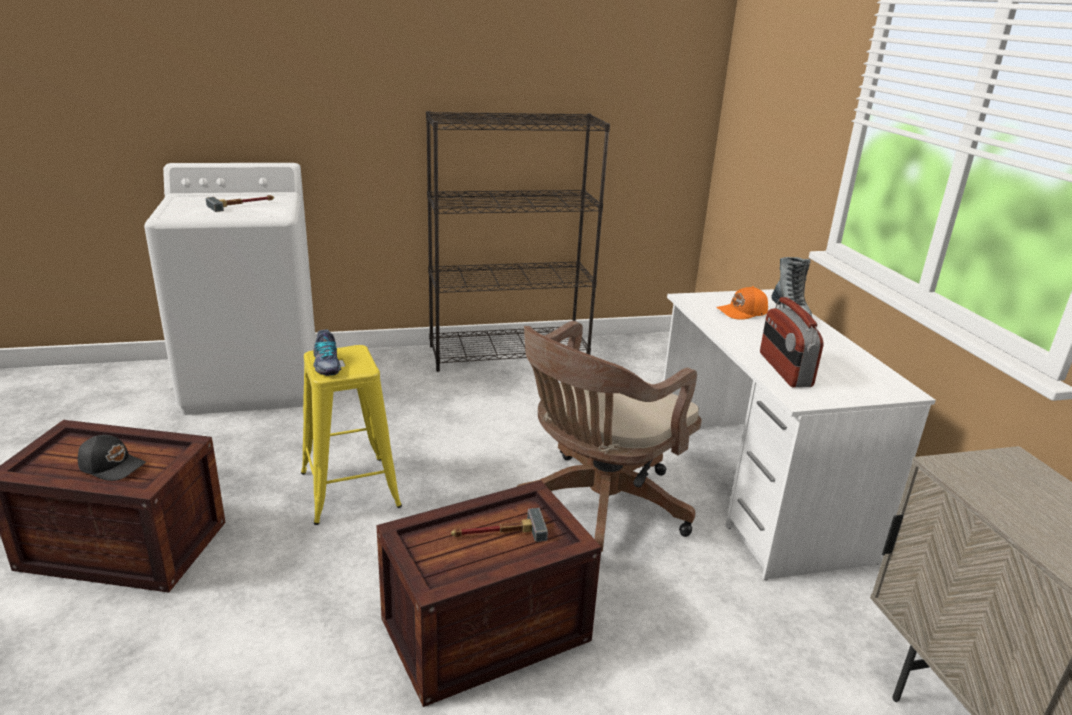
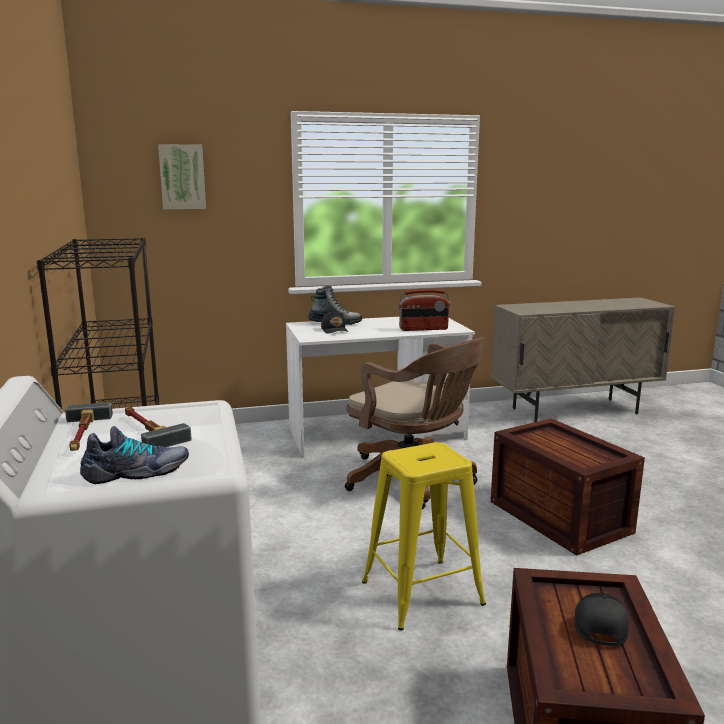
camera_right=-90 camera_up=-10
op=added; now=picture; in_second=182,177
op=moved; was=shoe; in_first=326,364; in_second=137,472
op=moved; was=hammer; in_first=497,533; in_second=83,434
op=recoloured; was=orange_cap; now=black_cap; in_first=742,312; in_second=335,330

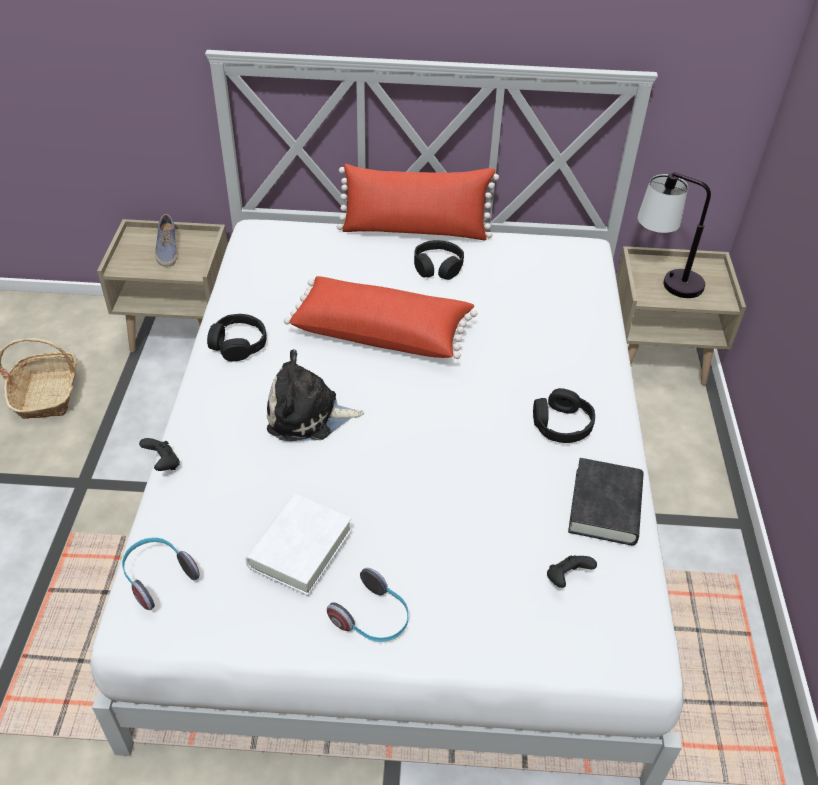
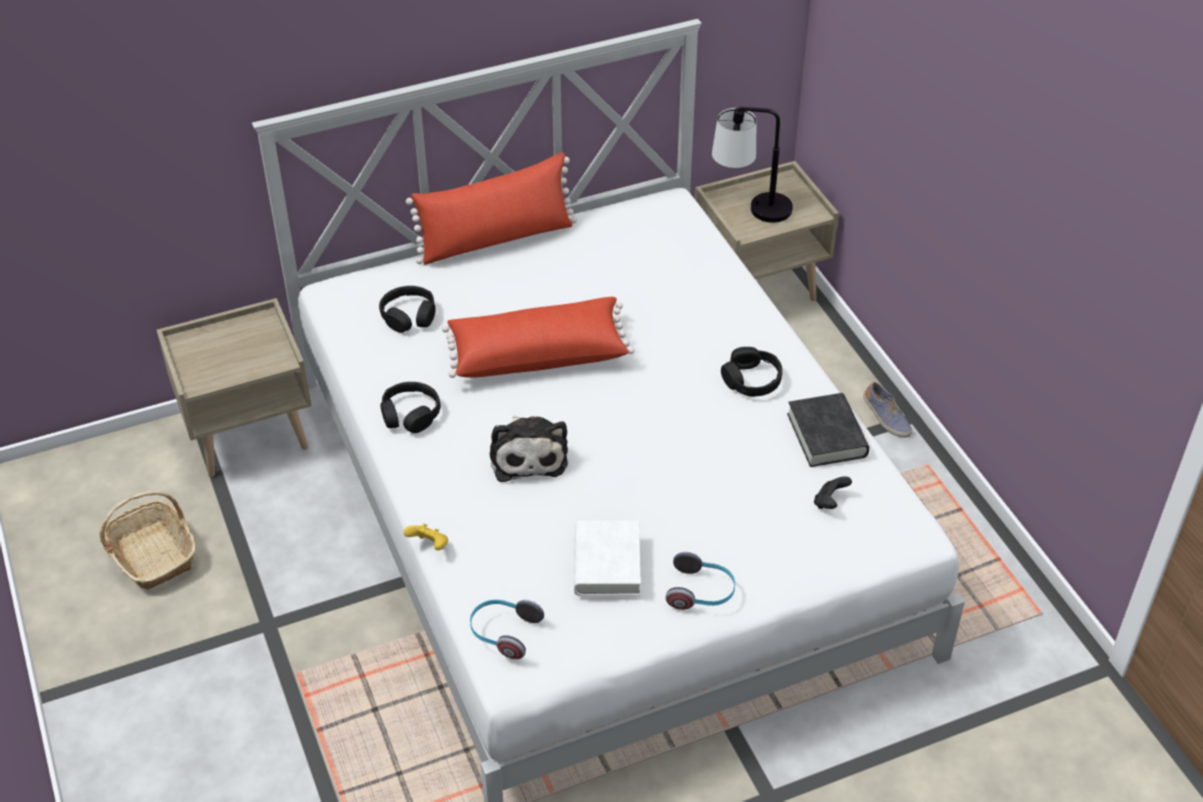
camera_right=-25 camera_up=0
op=moved; was=shoe; in_first=167,249; in_second=885,418
op=moved; was=black_headphones; in_first=438,267; in_second=409,316
op=recoloured; was=black_game_controller; now=yellow_game_controller; in_first=163,464; in_second=429,546
op=turned; was=plush_toy; in_first=308,415; in_second=528,454; clockwise=-75

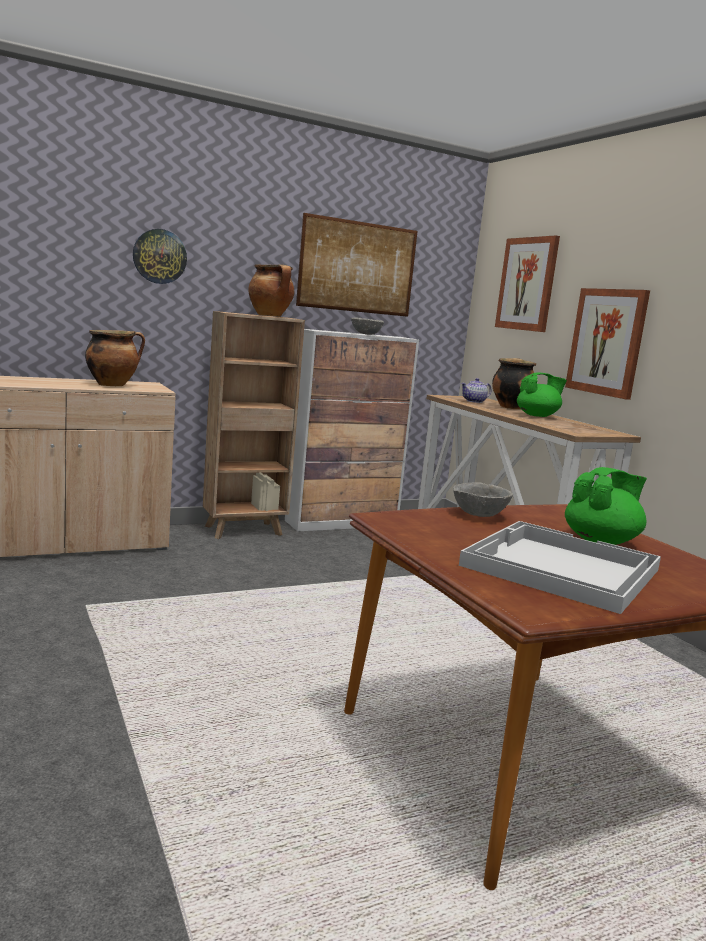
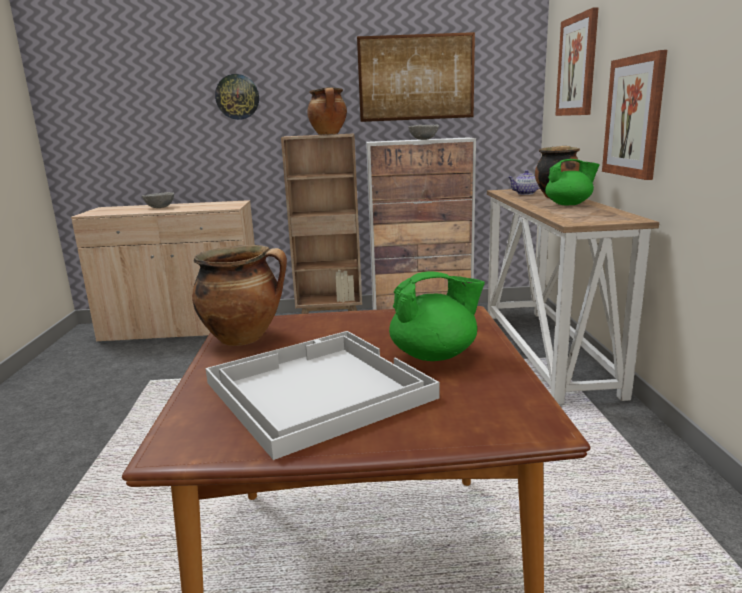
camera_right=25 camera_up=5
op=moved; was=cooking_pot; in_first=113,385; in_second=244,338
op=moved; was=grey_bowl; in_first=480,515; in_second=159,208

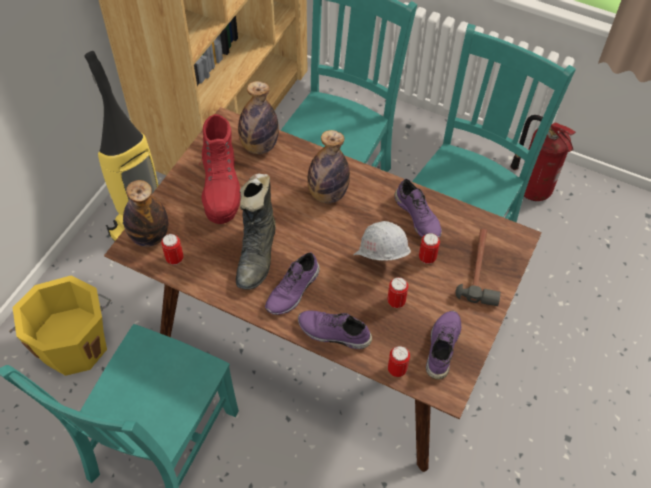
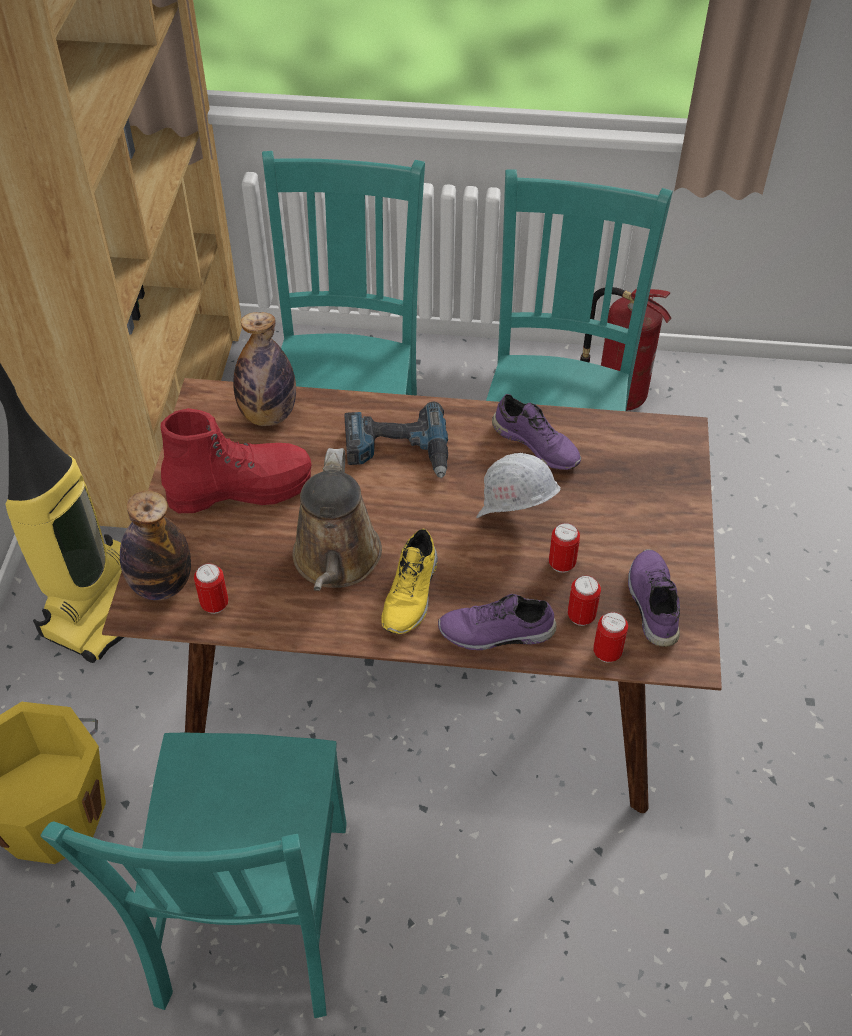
camera_right=-20 camera_up=-5
op=removed; was=hammer; in_first=480,269
op=moved; was=can; in_first=427,258; in_second=581,616
op=replaced; was=black_boot; now=brown_watering_can; in_first=258,254; in_second=336,561
op=replaced; was=bottle; now=power_drill; in_first=327,194; in_second=397,451
op=recoloured; was=purple_shoe; now=yellow_shoe; in_first=294,291; in_second=412,594
op=turned; was=red_boot; in_first=221,189; in_second=240,489; clockwise=-75

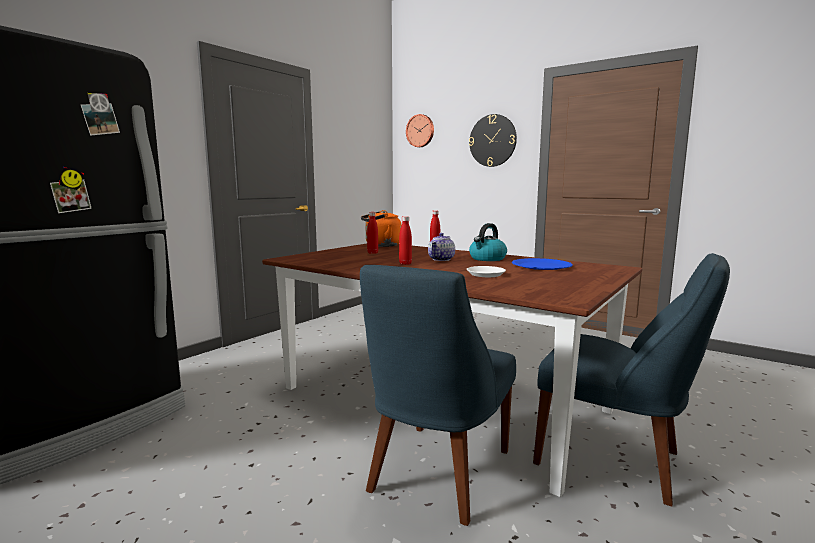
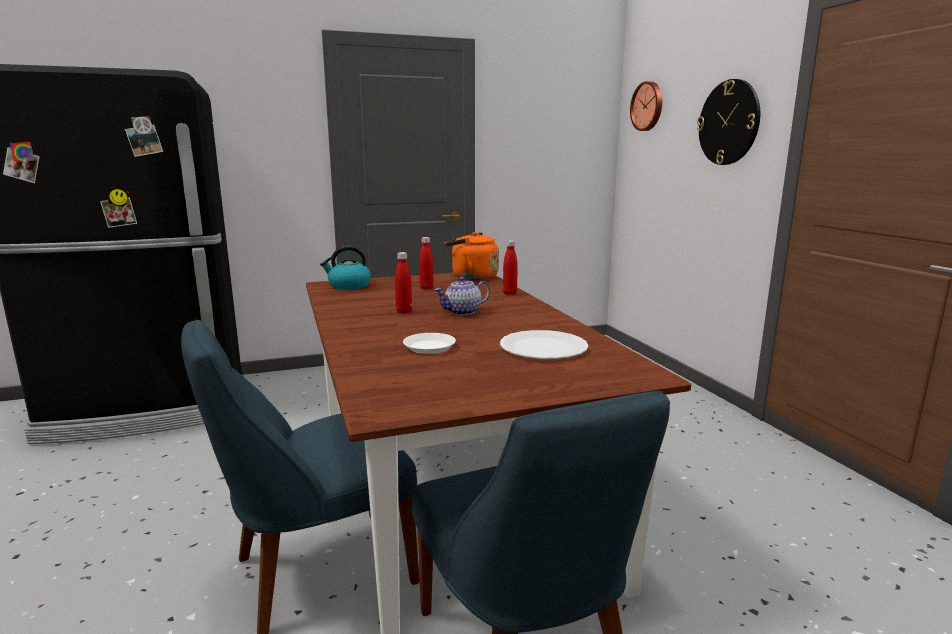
camera_right=35 camera_up=5
op=moved; was=kettle; in_first=487,259; in_second=349,286
op=recoloured; was=blue_plate; now=white_plate; in_first=541,266; in_second=543,347

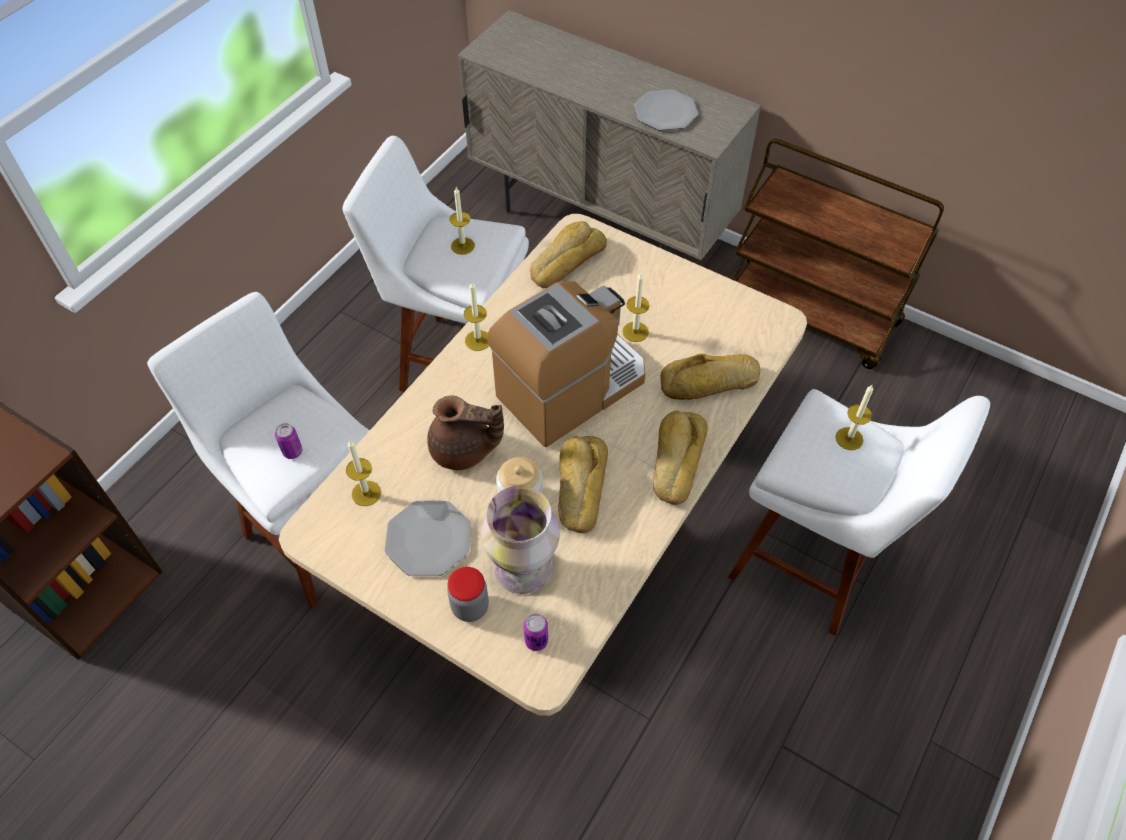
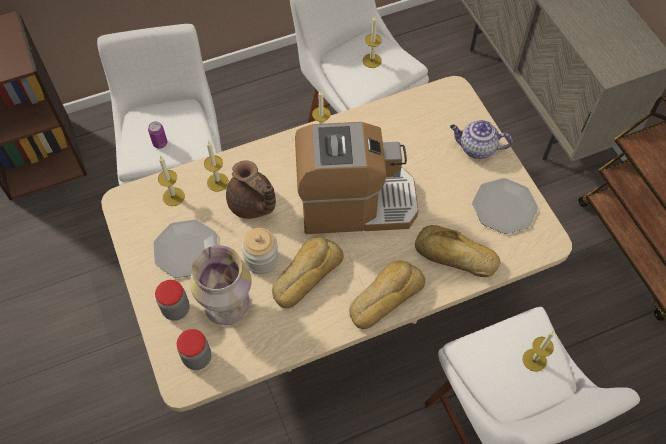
camera_right=35 camera_up=5
op=removed; was=bread; in_first=566,261
op=added; now=teapot; in_second=476,148
op=moved; was=candle; in_first=635,332; in_second=217,182
op=moved; was=plate; in_first=665,112; in_second=504,207
op=replaced; was=can; now=jar; in_first=536,641; in_second=197,358

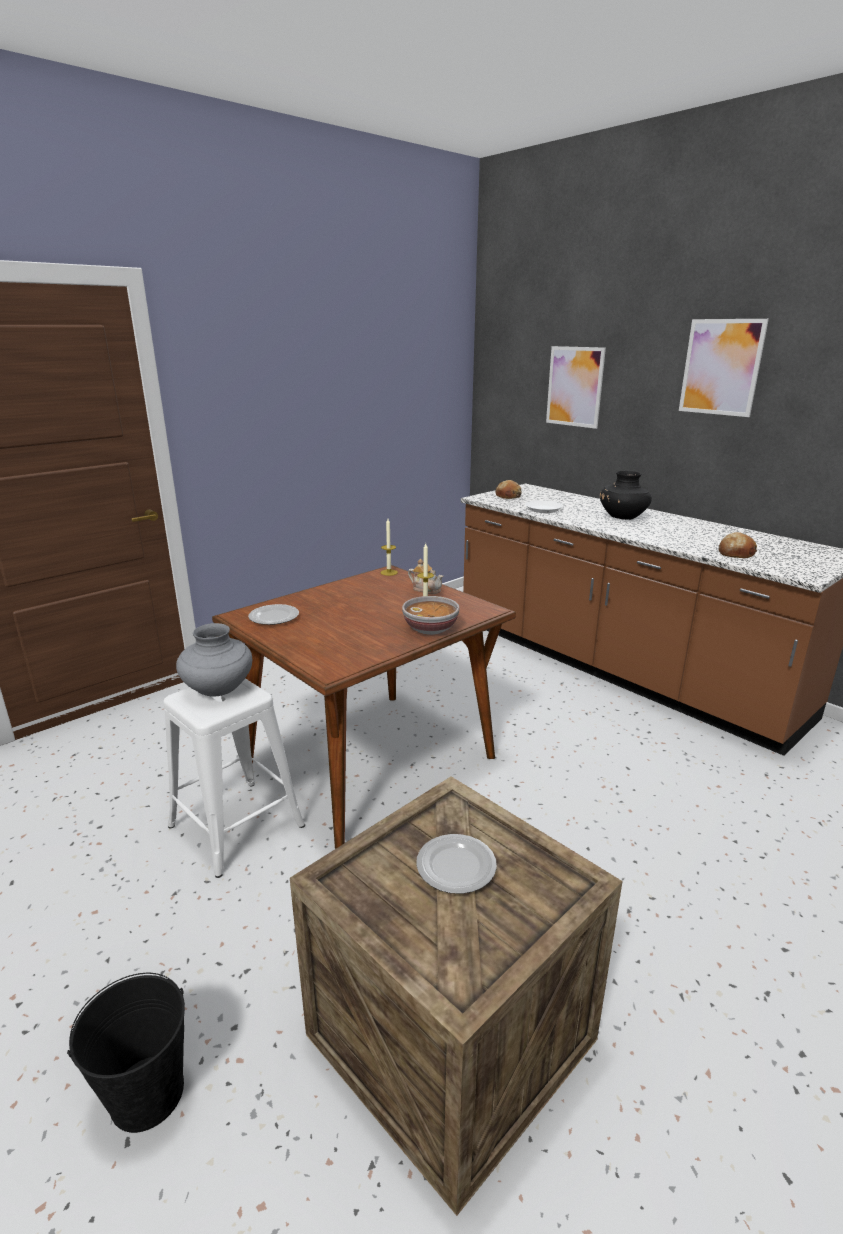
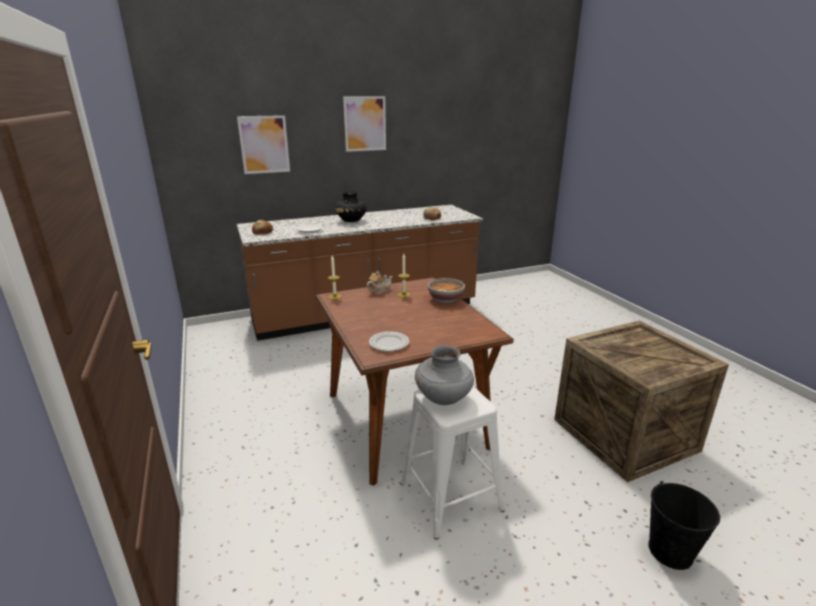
camera_right=-70 camera_up=0
op=removed; was=plate; in_first=455,867

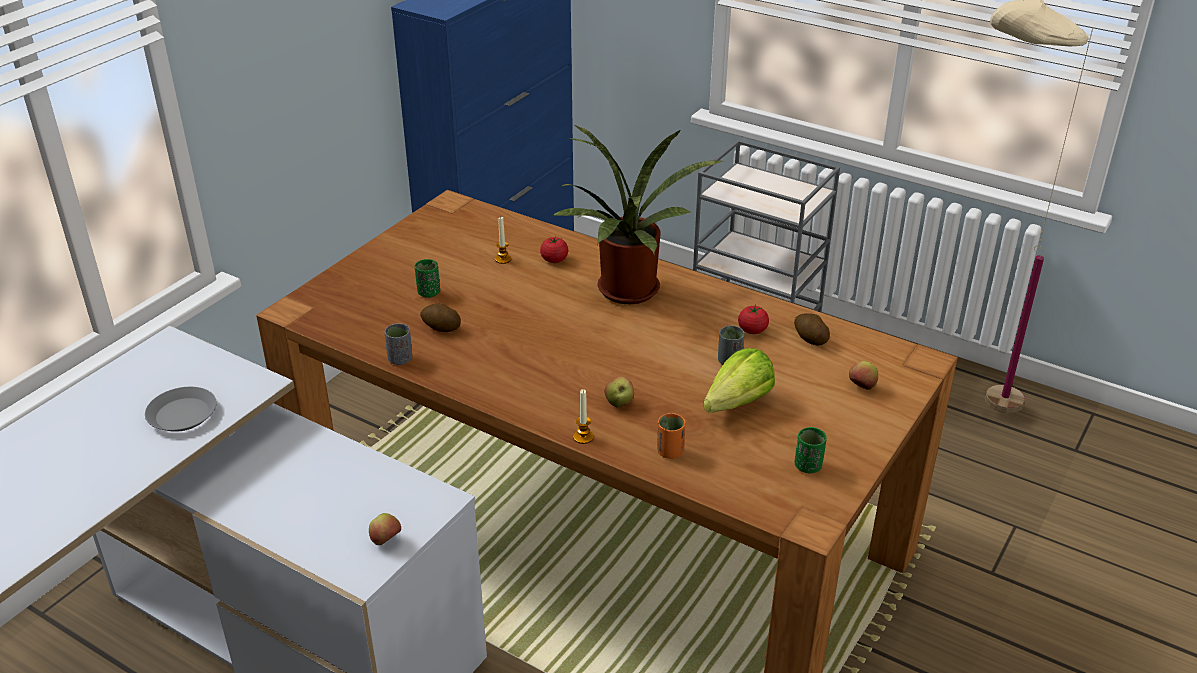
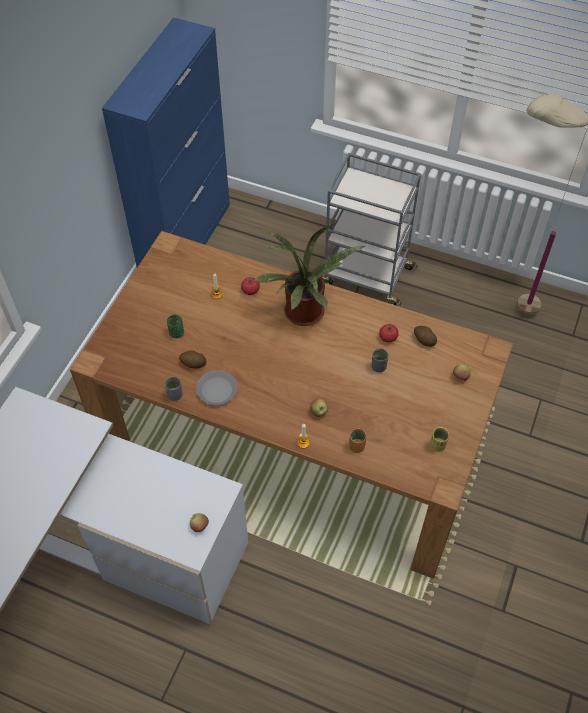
camera_right=-10 camera_up=20
op=removed; was=lettuce; in_first=731,406
op=moved; was=grey_plate; in_first=183,414; in_second=217,390
op=recoloured; was=green_cup; now=yellow_cup; in_first=808,466; in_second=437,445

